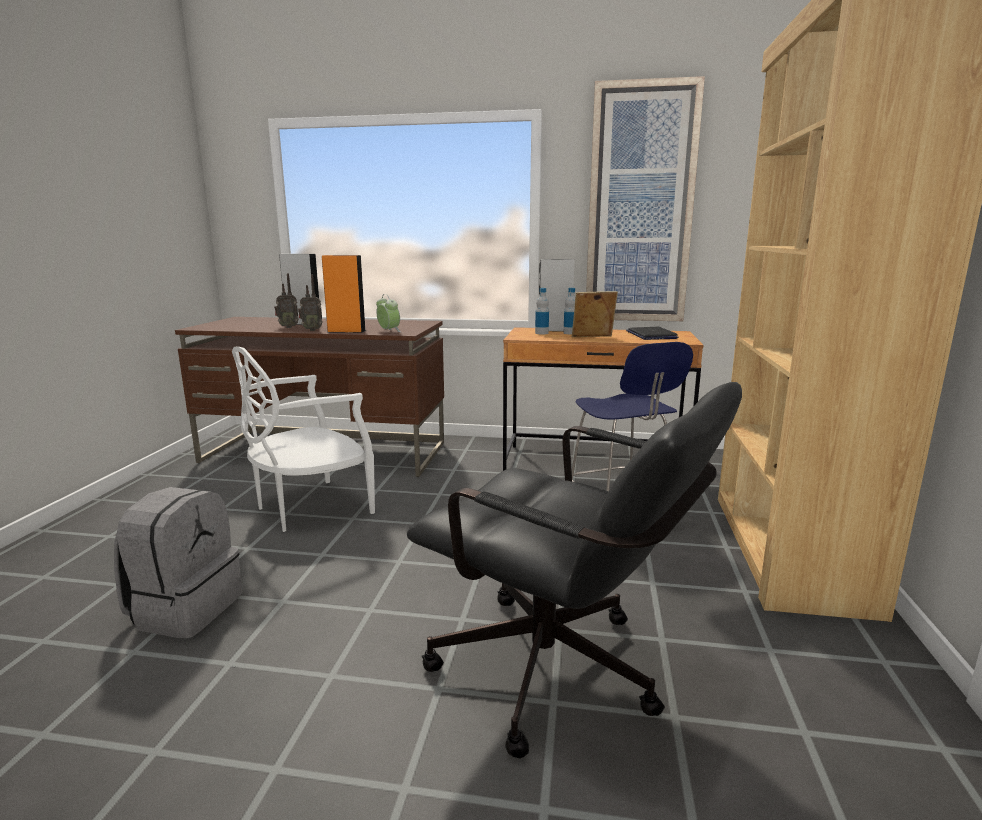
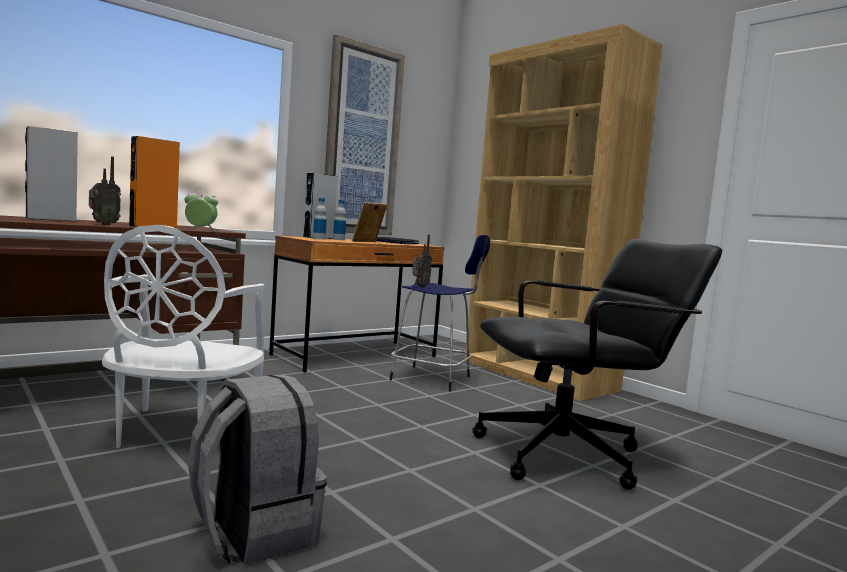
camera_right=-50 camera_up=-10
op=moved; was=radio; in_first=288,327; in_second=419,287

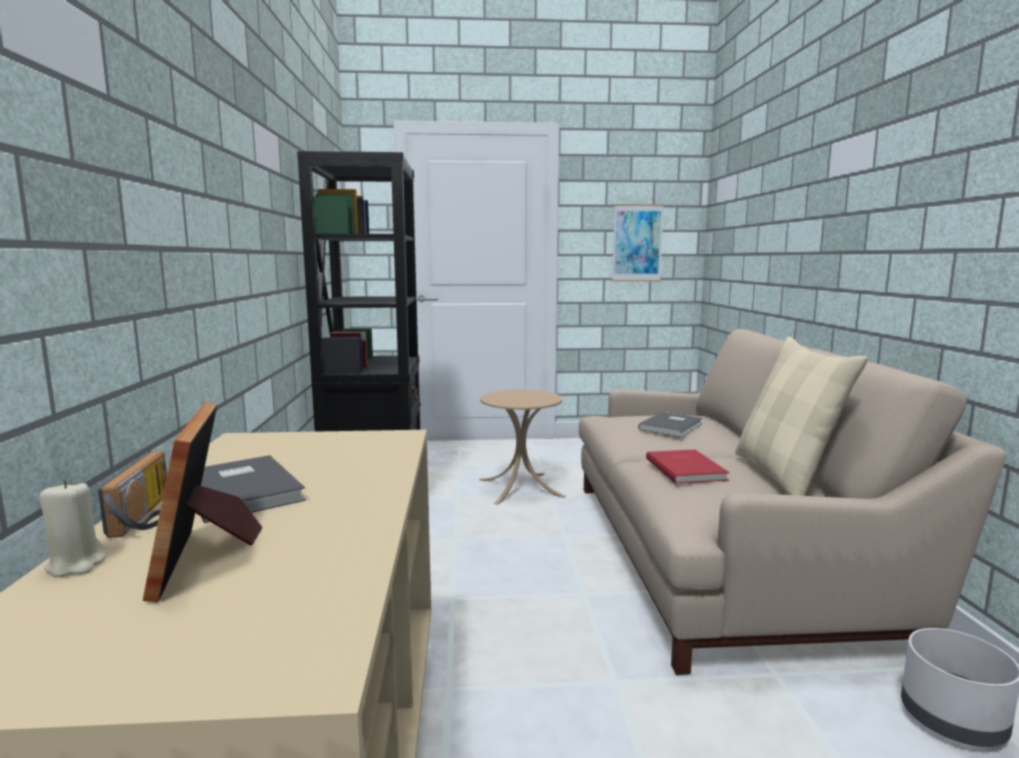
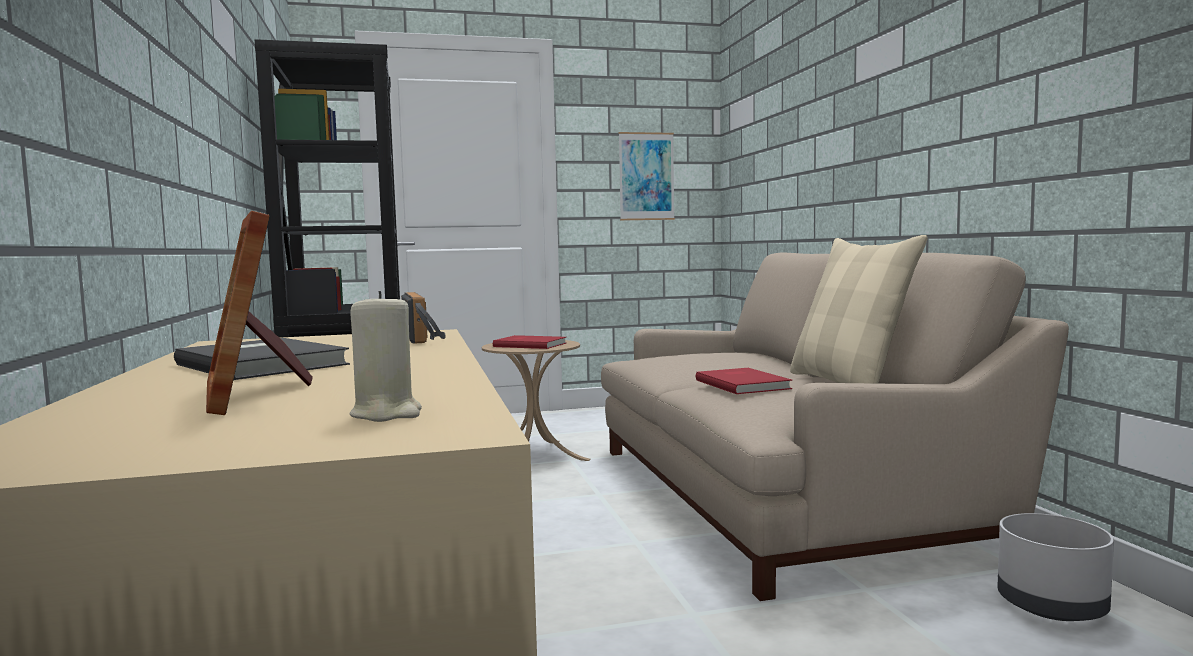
camera_right=-10 camera_up=-5
op=removed; was=grey_book; in_first=672,426
op=added; now=red_book; in_second=530,344
op=moved; was=beige_candle; in_first=76,564; in_second=386,414
op=moved; was=radio; in_first=150,515; in_second=425,338

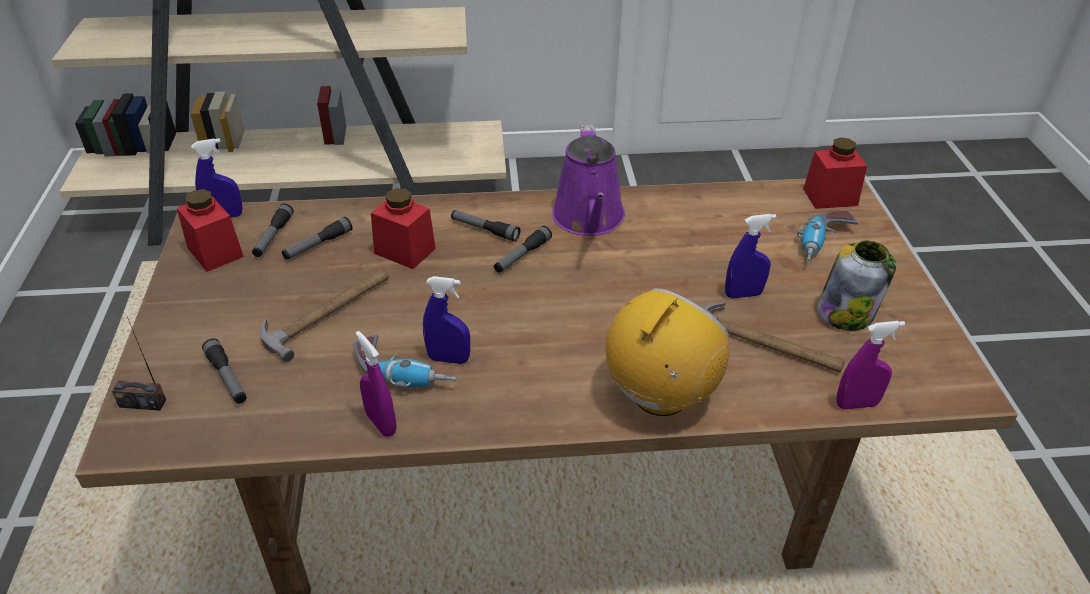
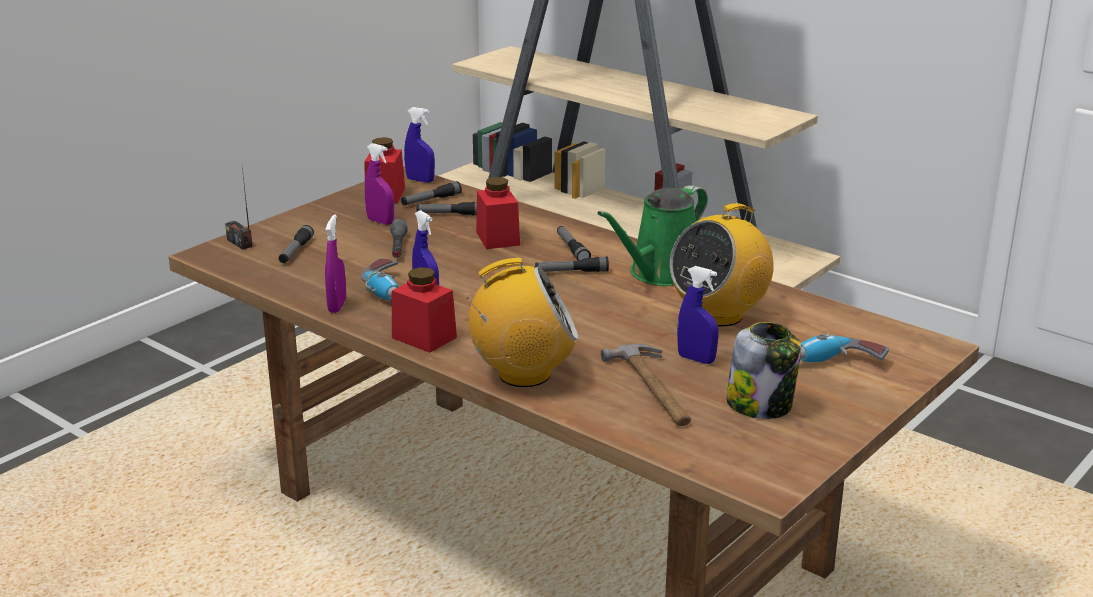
camera_right=45 camera_up=-15
op=added; now=radio; in_second=719,315
op=moved; was=red_jar; in_first=830,197; in_second=424,337
op=moved; was=purple_spray_bottle; in_first=856,404; in_second=380,221
op=replaced; was=hammer; now=grey_flashlight; in_first=329,312; in_second=398,247
op=recoloured; was=purple_watering_can; now=green_watering_can; in_first=589,219; in_second=661,274

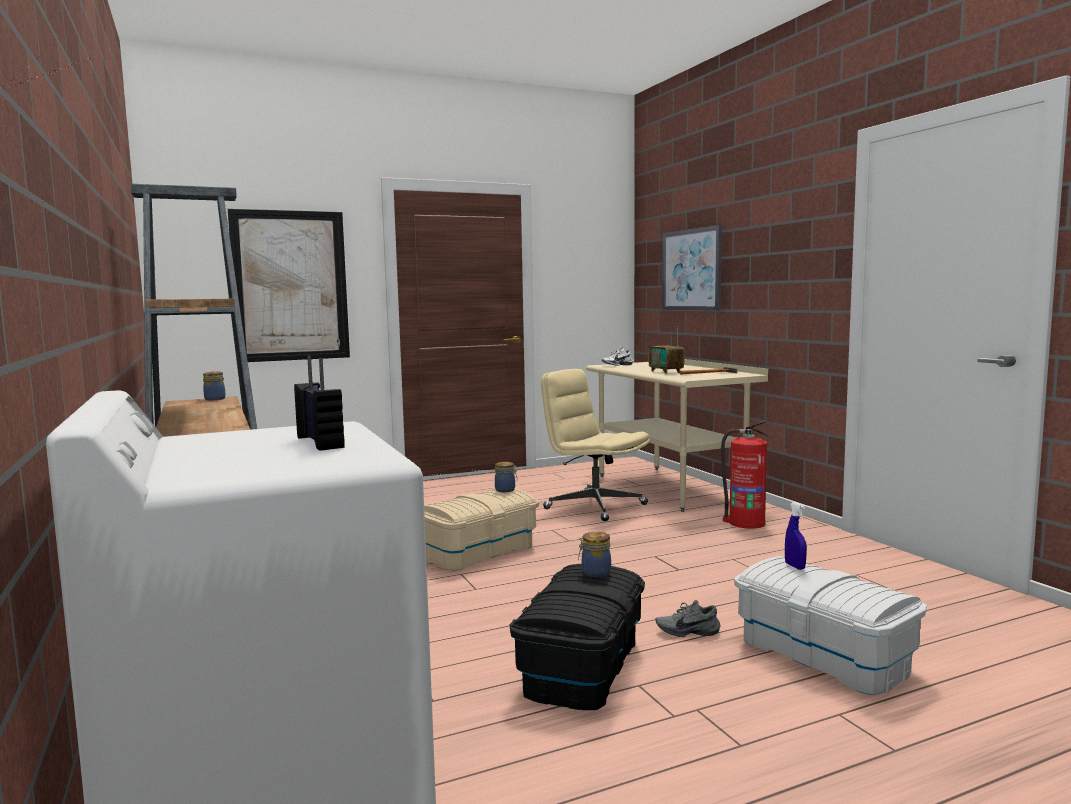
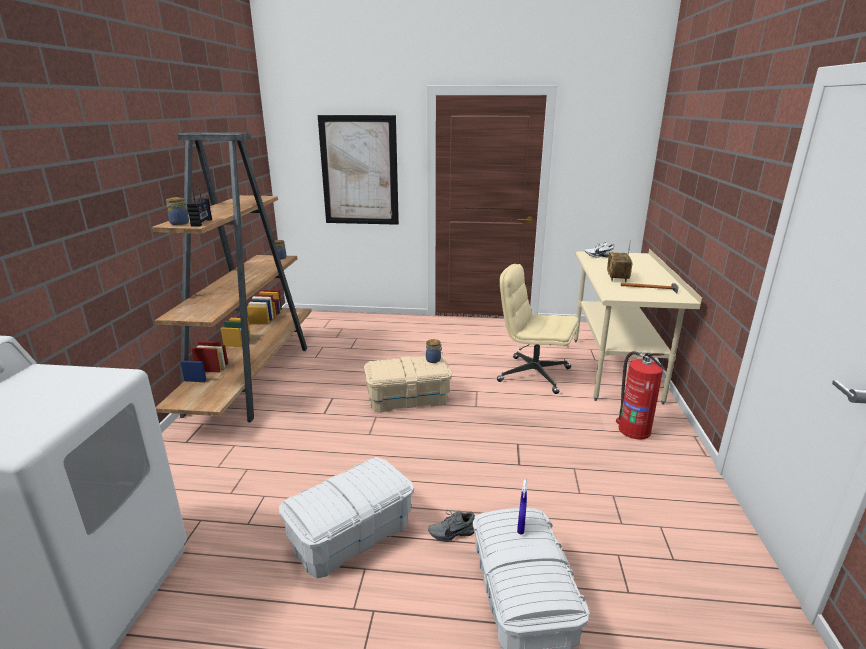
camera_right=30 camera_up=15
op=removed; was=picture; in_first=691,270
op=moved; was=radio; in_first=321,442; in_second=202,223
op=moved; was=jar; in_first=594,573; in_second=179,223
op=recoloured; was=black_storage_box; now=white_storage_box; in_first=583,667; in_second=351,535
op=turned; was=beige_office_chair; in_first=594,506; in_second=533,374; clockwise=-45
op=turned; was=grey_shoe; in_first=687,631; in_second=452,532; clockwise=-45

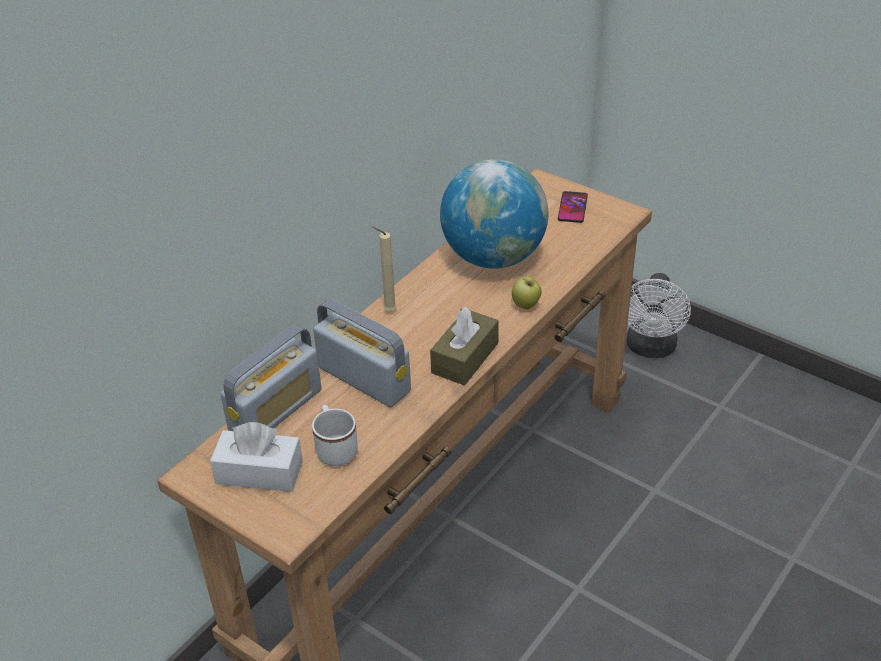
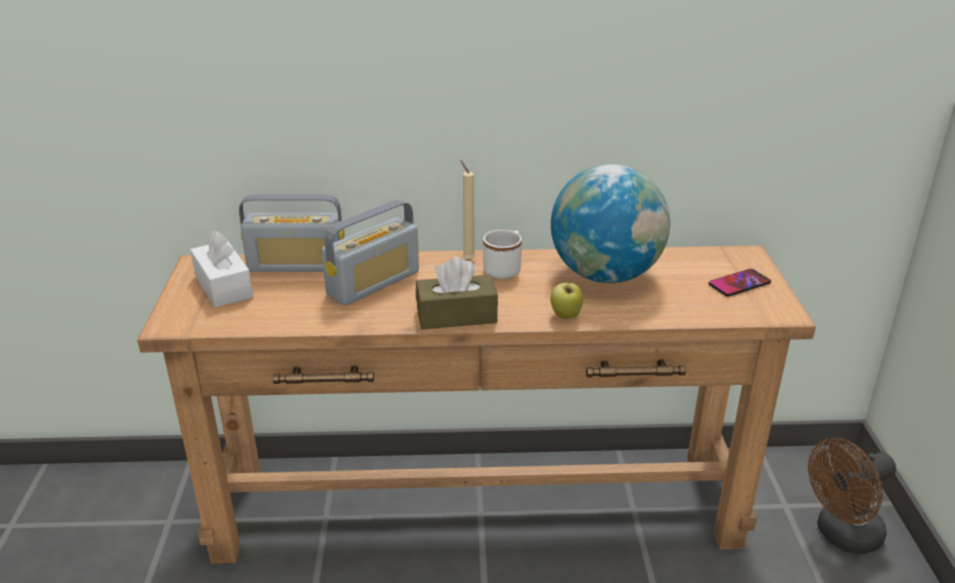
camera_right=50 camera_up=-10
op=moved; was=white_mug; in_first=335,448; in_second=505,269
op=recoloured; was=white_fan; now=brown_fan; in_first=650,349; in_second=841,535
op=turned; was=radio; in_first=364,379; in_second=373,283; clockwise=45

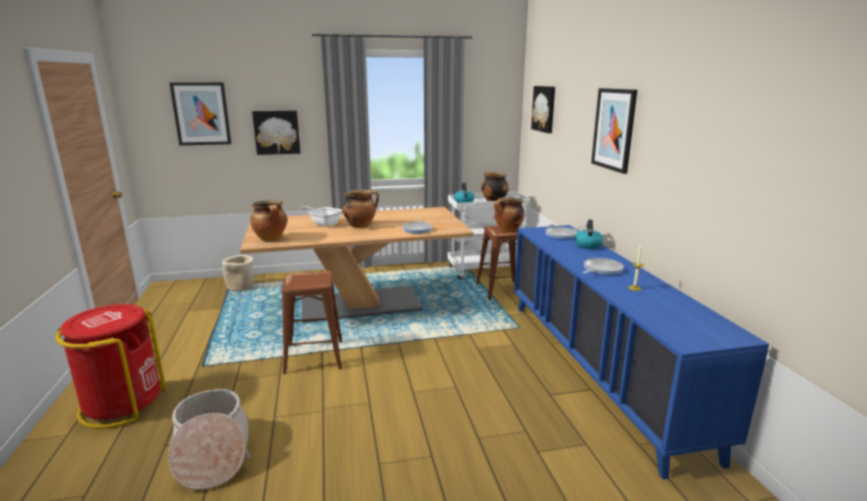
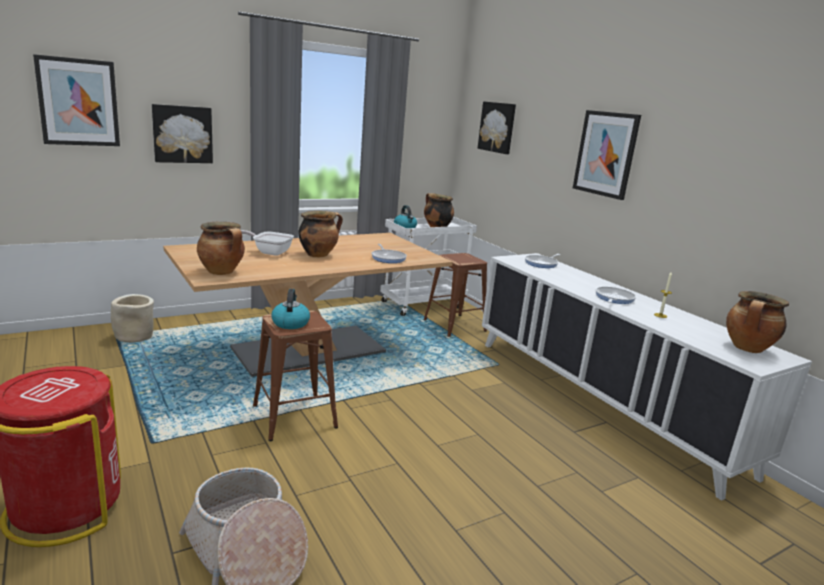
camera_right=-20 camera_up=0
op=moved; was=cooking_pot; in_first=508,230; in_second=748,349
op=moved; was=kettle; in_first=587,245; in_second=290,323
op=recoloured; was=blue_cabinet; now=white_cabinet; in_first=597,368; in_second=598,400

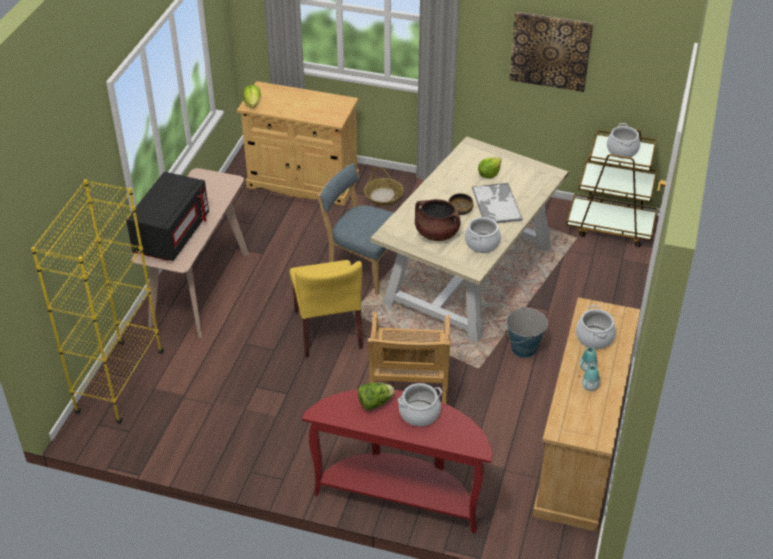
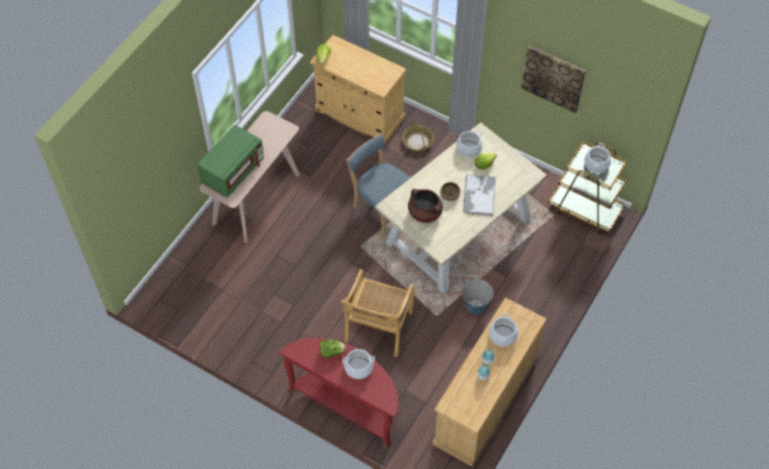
camera_right=15 camera_up=15
op=removed; was=yellow_bookcase; in_first=120,382
op=removed; was=yellow_chair; in_first=328,330
op=moved; was=cooking_pot; in_first=482,243; in_second=468,149
op=recoloured; was=black_microwave; now=green_microwave; in_first=171,235; in_second=232,171

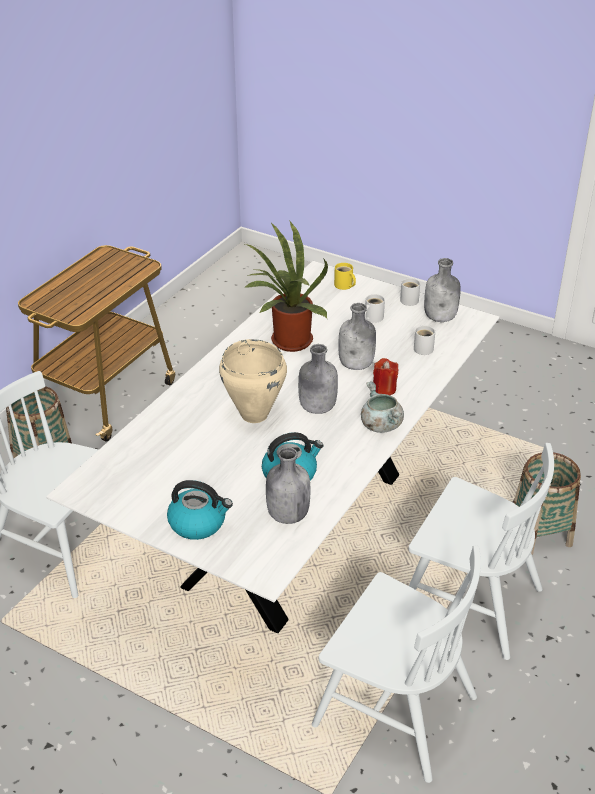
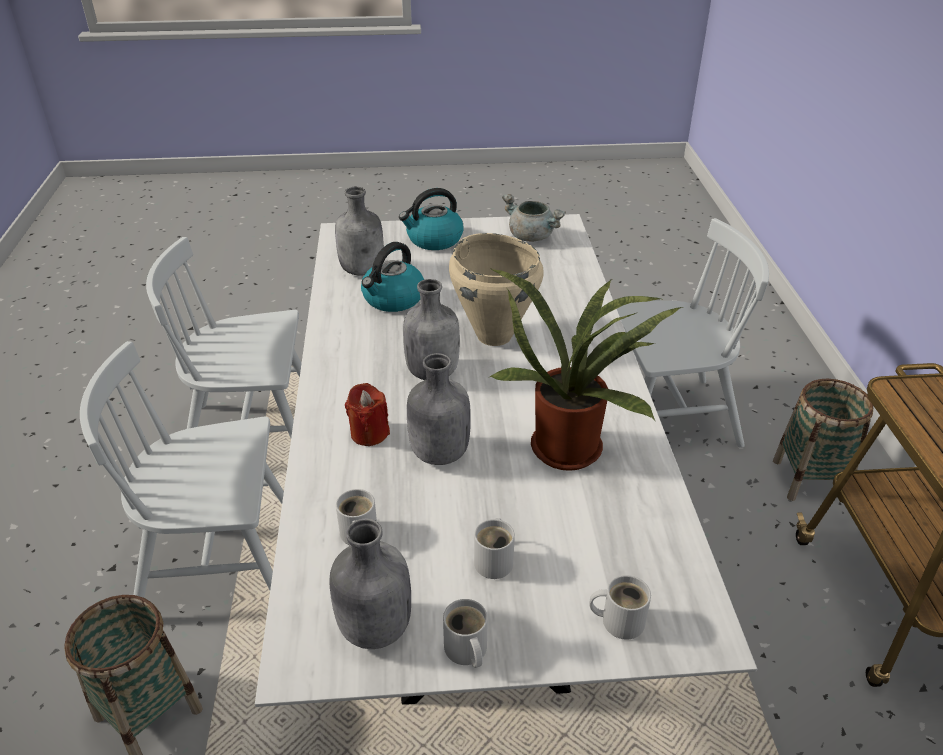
camera_right=145 camera_up=0
op=moved; was=grey_cooking_pot; in_first=380,425; in_second=532,237
op=recoloured; was=yellow_mug; now=white_mug; in_first=344,286; in_second=619,619

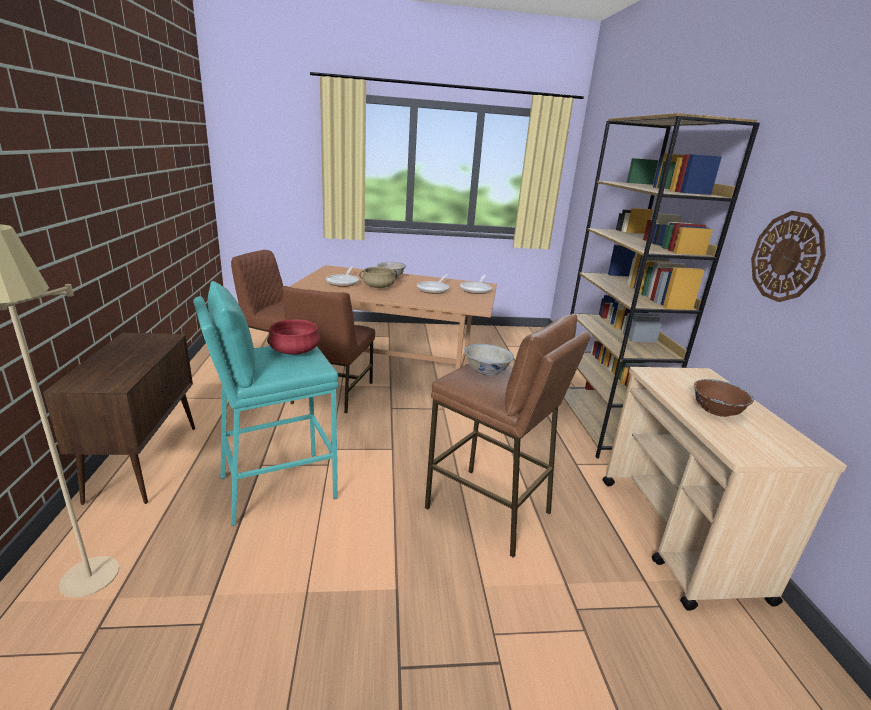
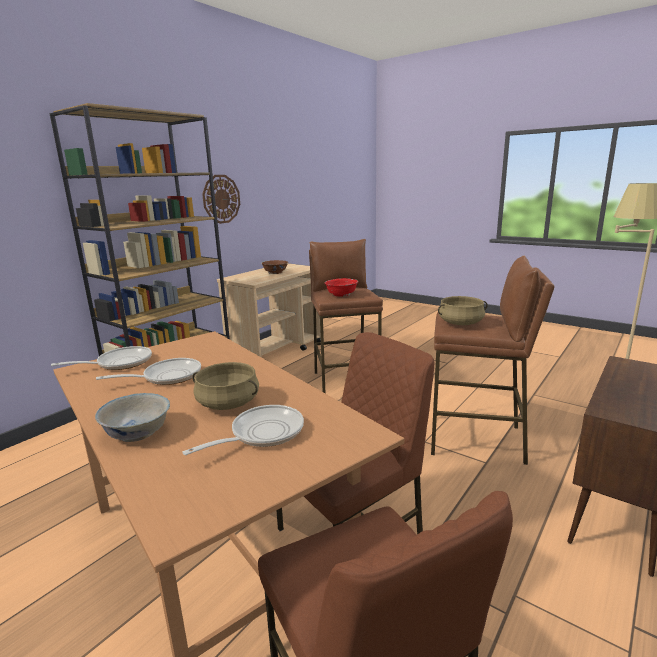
camera_right=-135 camera_up=-5
op=recoloured; was=turquoise_stool; now=brown_stool; in_first=277,486; in_second=476,440
op=recoloured; was=red_cooking_pot; now=beige_cooking_pot; in_first=294,350; in_second=460,323
op=recoloured; was=white_bowl; now=red_bowl; in_first=486,370; in_second=341,294

